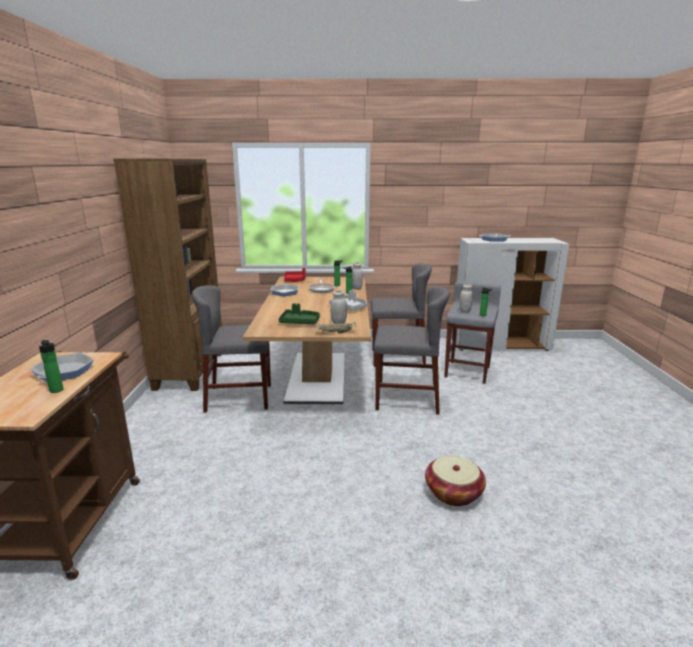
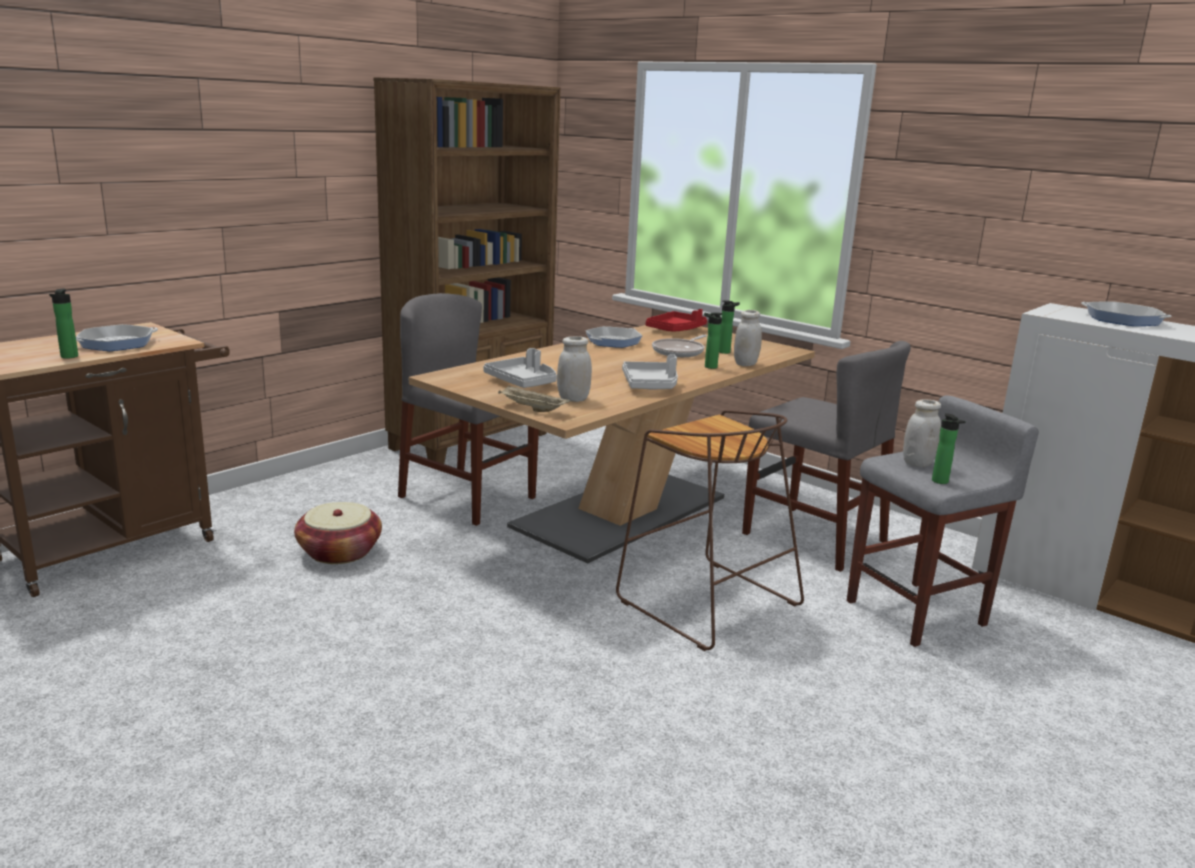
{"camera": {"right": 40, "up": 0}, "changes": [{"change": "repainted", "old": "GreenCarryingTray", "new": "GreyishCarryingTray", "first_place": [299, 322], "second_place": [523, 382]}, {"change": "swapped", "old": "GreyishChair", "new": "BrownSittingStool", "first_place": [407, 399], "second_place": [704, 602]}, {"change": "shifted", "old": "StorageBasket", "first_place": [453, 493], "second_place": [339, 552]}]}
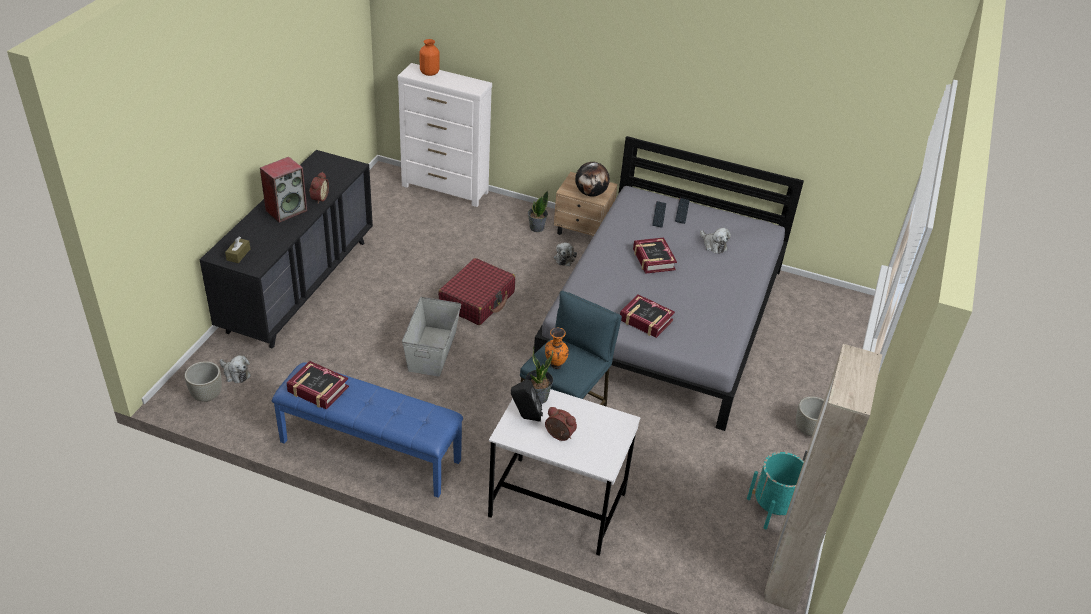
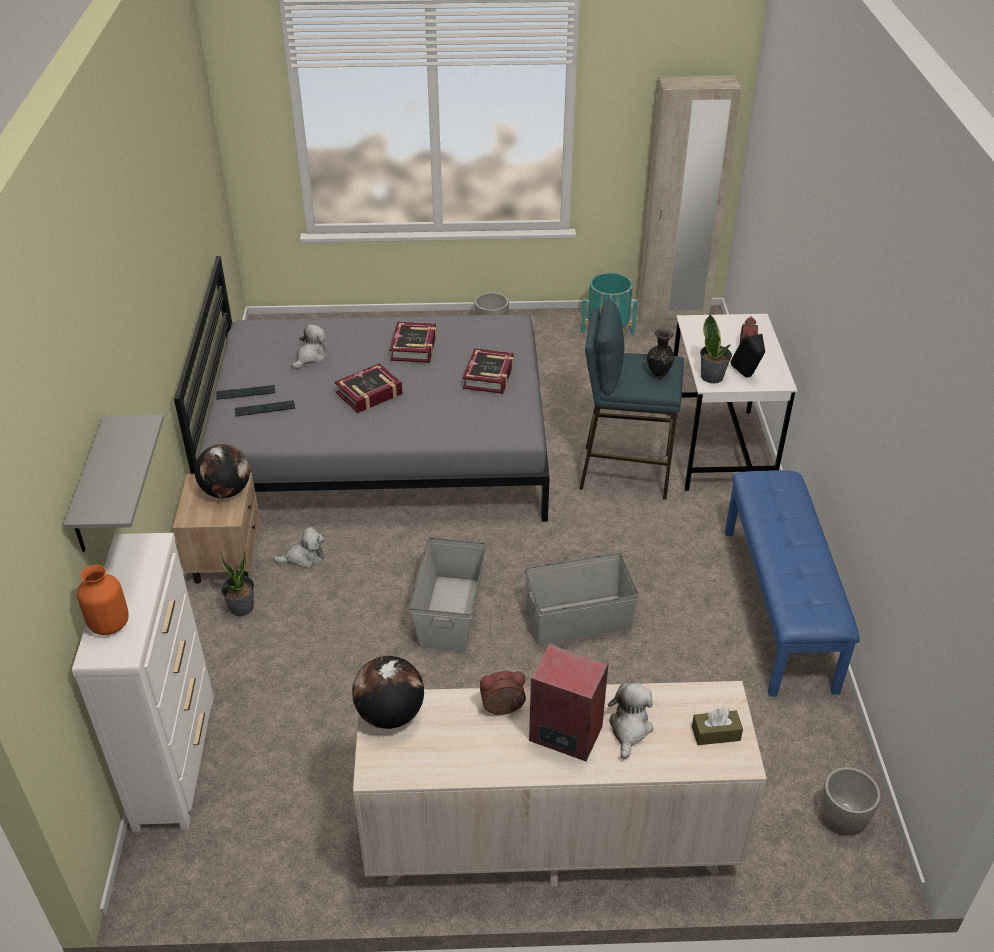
{"camera": {"right": -110, "up": 0}, "changes": [{"change": "repainted", "old": "BlackishDresser", "new": "BeigeDresser", "first_place": [299, 285], "second_place": [549, 838]}, {"change": "shifted", "old": "SoftToy", "first_place": [235, 374], "second_place": [629, 728]}, {"change": "shifted", "old": "BoundBook", "first_place": [318, 389], "second_place": [414, 347]}, {"change": "swapped", "old": "RedColouredSuitcase", "new": "GreyishStorageContainer", "first_place": [477, 300], "second_place": [449, 613]}, {"change": "repainted", "old": "OrangeyFlowerVase", "new": "BlackishFlowerVase", "first_place": [555, 365], "second_place": [659, 376]}, {"change": "new", "new": "GreyishShelf", "second_place": [90, 488]}, {"change": "new", "new": "Globe", "second_place": [390, 715]}]}
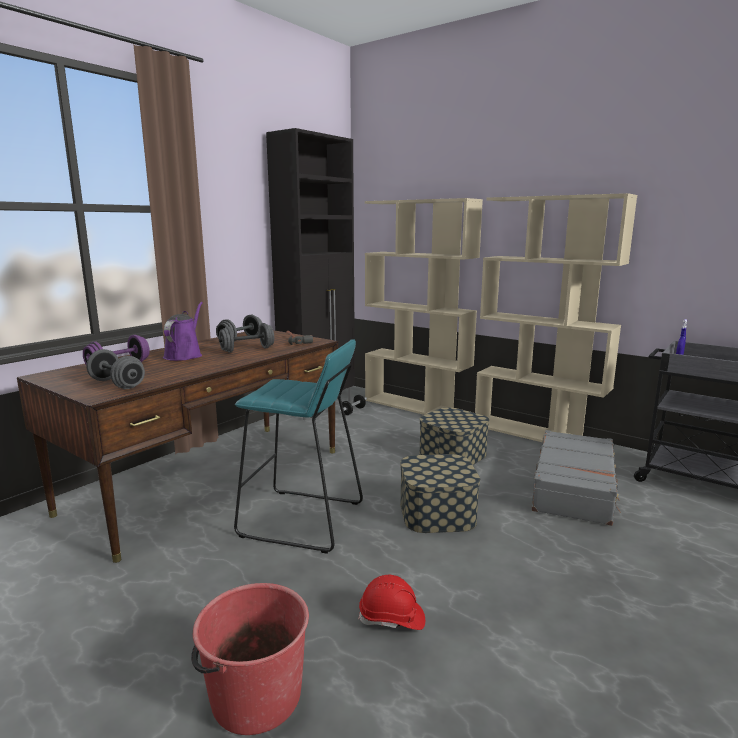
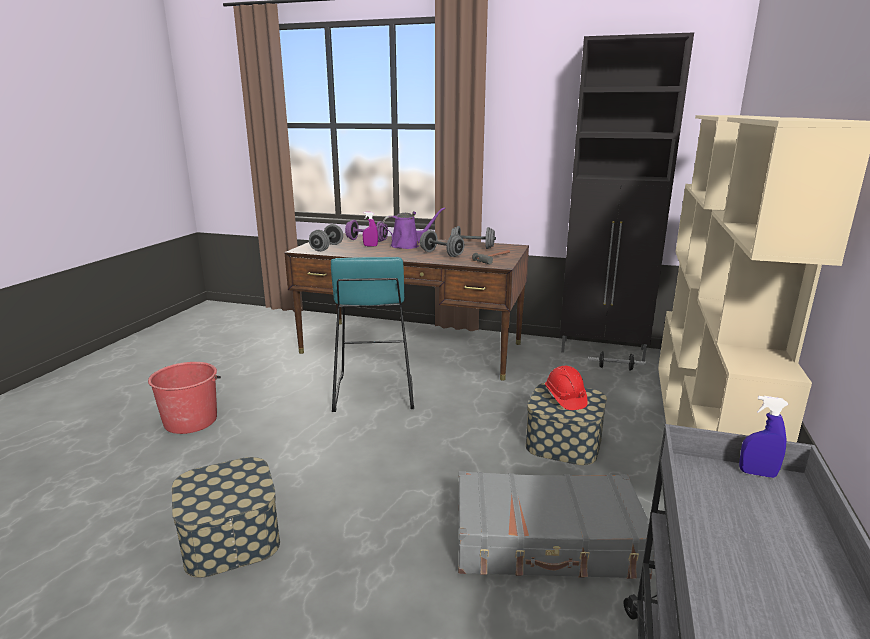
{"camera": {"right": 70, "up": 5}, "changes": [{"change": "shifted", "old": "RedColouredSafetyHelmet", "first_place": [392, 618], "second_place": [565, 398]}, {"change": "shifted", "old": "StorageContainer", "first_place": [437, 512], "second_place": [231, 538]}, {"change": "new", "new": "PurpleColouredHandSprayer", "second_place": [370, 246]}]}
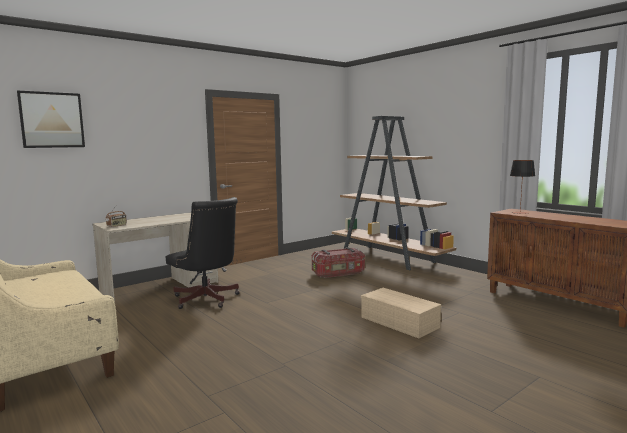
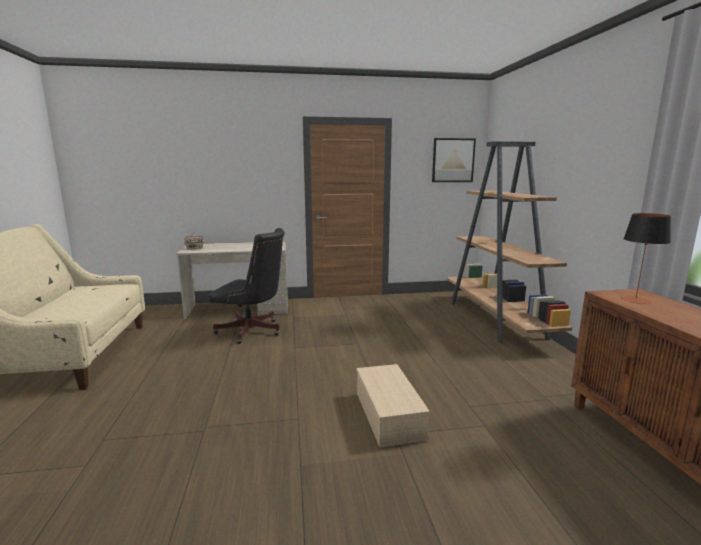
{"camera": {"right": 30, "up": 5}, "changes": [{"change": "shifted", "old": "WallArt", "first_place": [52, 120], "second_place": [453, 160]}, {"change": "rotated", "old": "BlackishDeskChair", "first_place": [207, 300], "second_place": [253, 331], "degrees": -60}, {"change": "gone", "old": "StorageContainer", "first_place": [338, 273]}]}
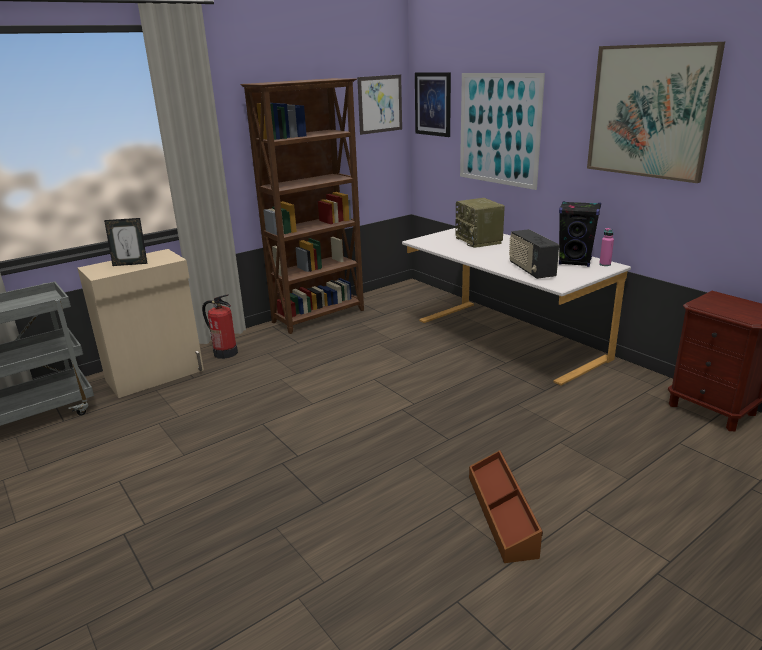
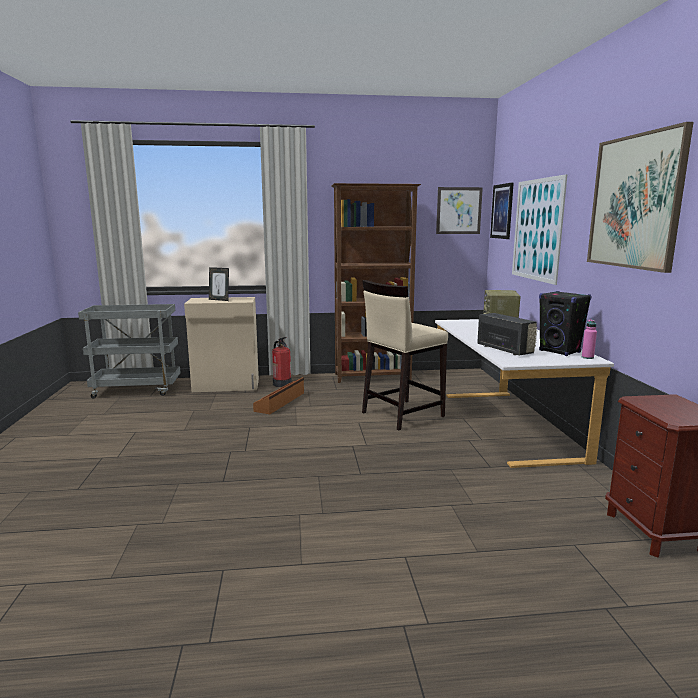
{"camera": {"right": 30, "up": -10}, "changes": [{"change": "shifted", "old": "BrownStorageContainer", "first_place": [503, 514], "second_place": [280, 402]}, {"change": "rotated", "old": "Radio", "first_place": [531, 270], "second_place": [505, 350], "degrees": 135}, {"change": "new", "new": "BeigeSittingStool", "second_place": [401, 414]}]}
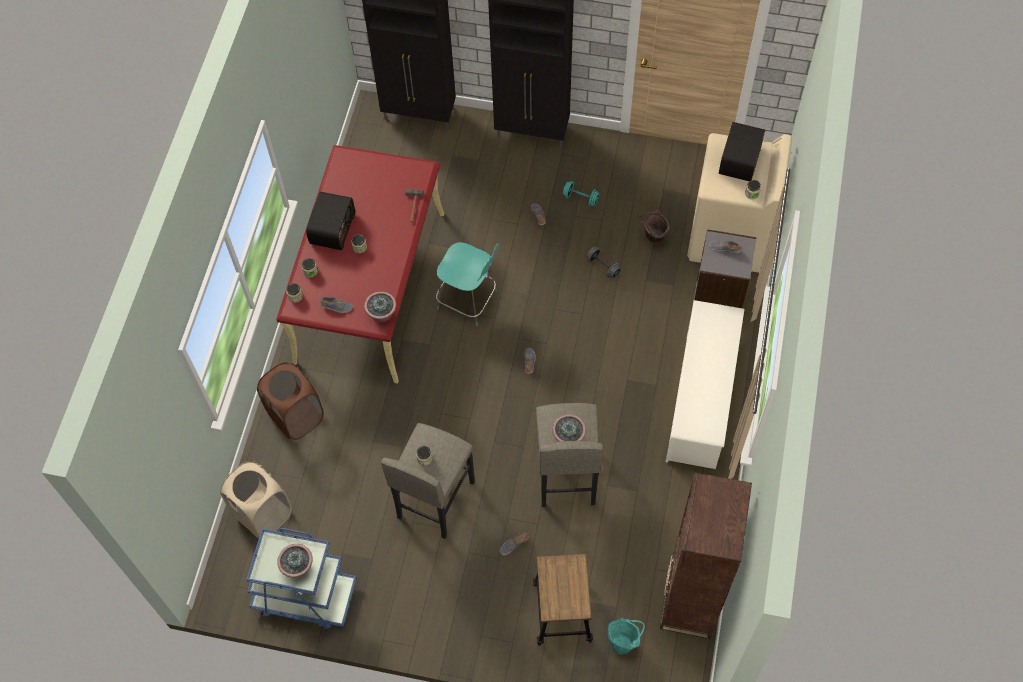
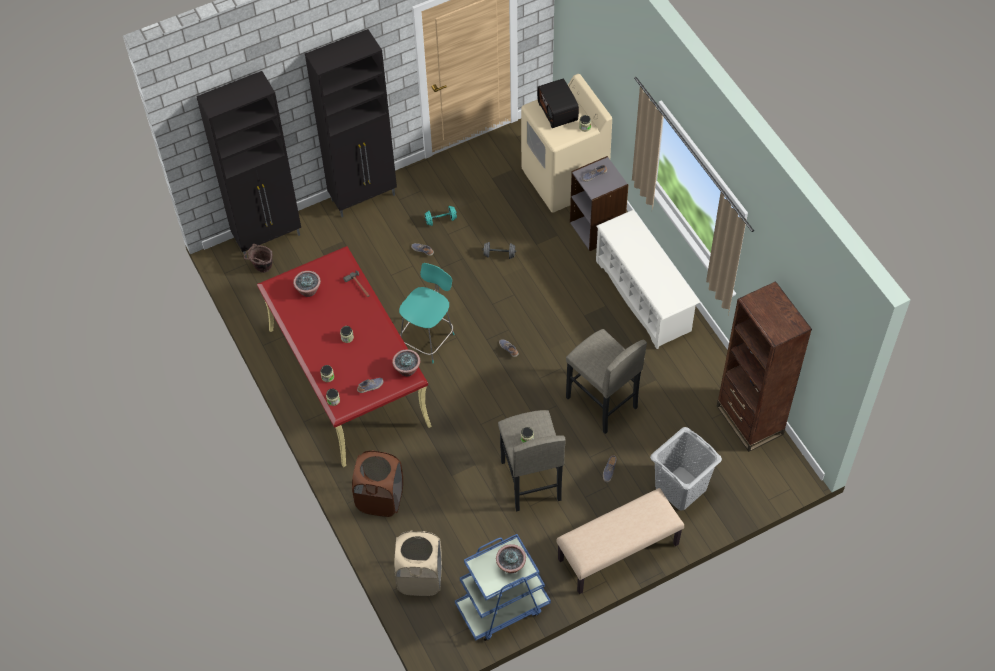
{"camera": {"right": -40, "up": -5}, "changes": [{"change": "gone", "old": "Radio", "first_place": [332, 229]}, {"change": "rotated", "old": "BlueGreenChair", "first_place": [469, 300], "second_place": [428, 338], "degrees": -45}, {"change": "swapped", "old": "SittingStool", "new": "GreyishHamper", "first_place": [562, 613], "second_place": [680, 488]}, {"change": "shifted", "old": "PlantInAPot", "first_place": [568, 437], "second_place": [308, 290]}, {"change": "gone", "old": "BlueGreenPail", "first_place": [624, 642]}, {"change": "shifted", "old": "BrownPail", "first_place": [652, 238], "second_place": [262, 269]}, {"change": "new", "new": "BeigeIndoorBench", "second_place": [618, 553]}]}
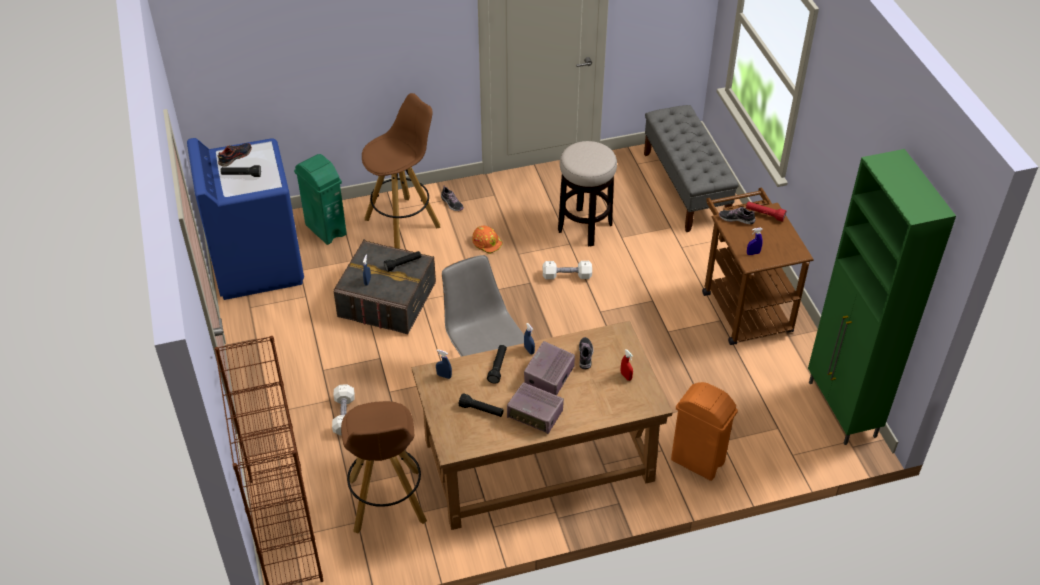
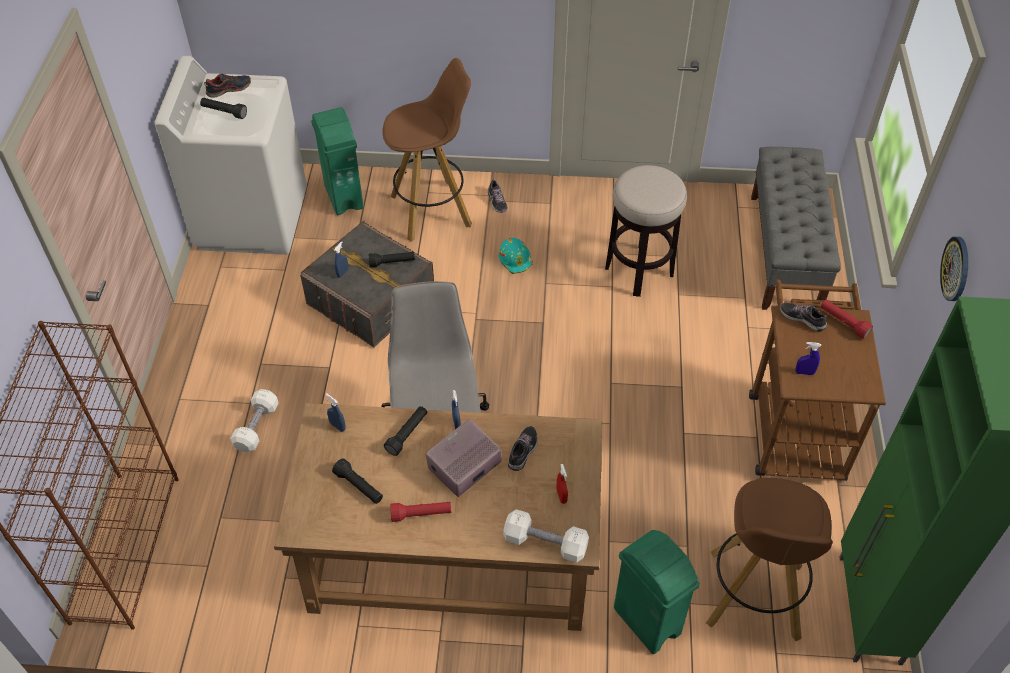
{"camera": {"right": 20, "up": 5}, "changes": [{"change": "repainted", "old": "BlueColouredLaundryAppliance", "new": "WhiteLaundryAppliance", "first_place": [257, 264], "second_place": [252, 218]}, {"change": "shifted", "old": "BrownSittingStool", "first_place": [387, 502], "second_place": [754, 597]}, {"change": "repainted", "old": "OrangeySafetyHelmet", "new": "BlueGreenSafetyHelmet", "first_place": [487, 243], "second_place": [516, 259]}, {"change": "swapped", "old": "Radio", "new": "RedColouredHandTorch", "first_place": [535, 415], "second_place": [421, 514]}, {"change": "shifted", "old": "WhiteHandWeight", "first_place": [567, 276], "second_place": [545, 543]}, {"change": "repainted", "old": "OrangeyWasteBin", "new": "GreenWasteBin", "first_place": [698, 462], "second_place": [647, 622]}, {"change": "new", "new": "HangingClock", "second_place": [956, 269]}]}
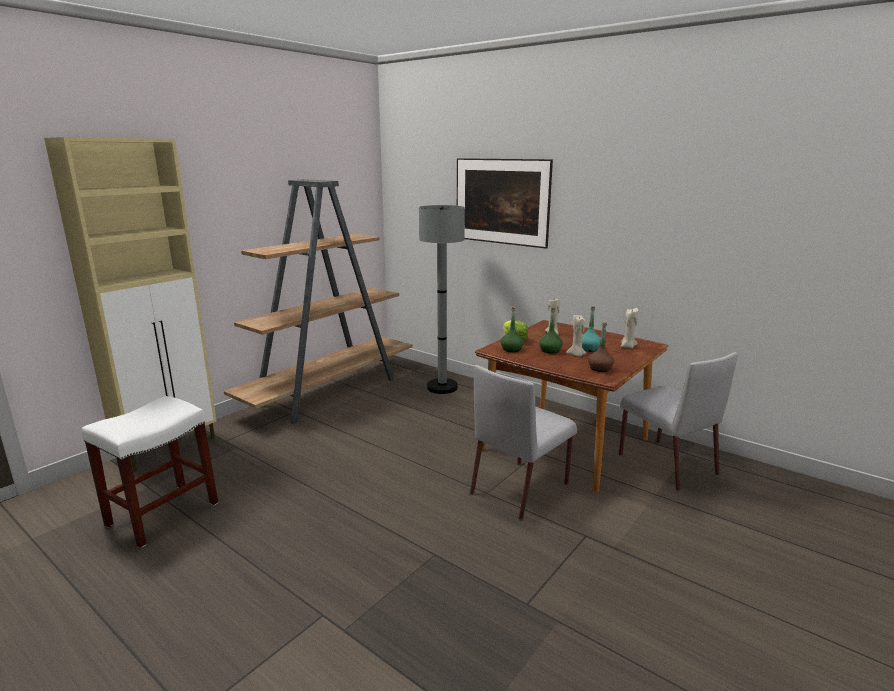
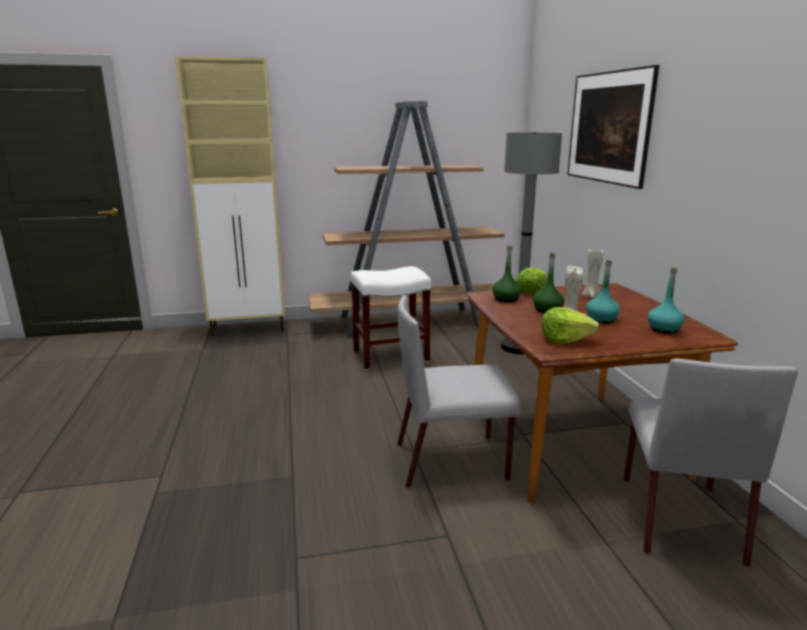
{"camera": {"right": 40, "up": 0}, "changes": [{"change": "shifted", "old": "WhiteSittingStool", "first_place": [163, 513], "second_place": [391, 355]}, {"change": "swapped", "old": "BrownBeverageBottle", "new": "Lettuce", "first_place": [600, 368], "second_place": [565, 339]}, {"change": "swapped", "old": "BeigeWaxCandle", "new": "BlueGreenBeverageBottle", "first_place": [627, 346], "second_place": [664, 329]}]}
